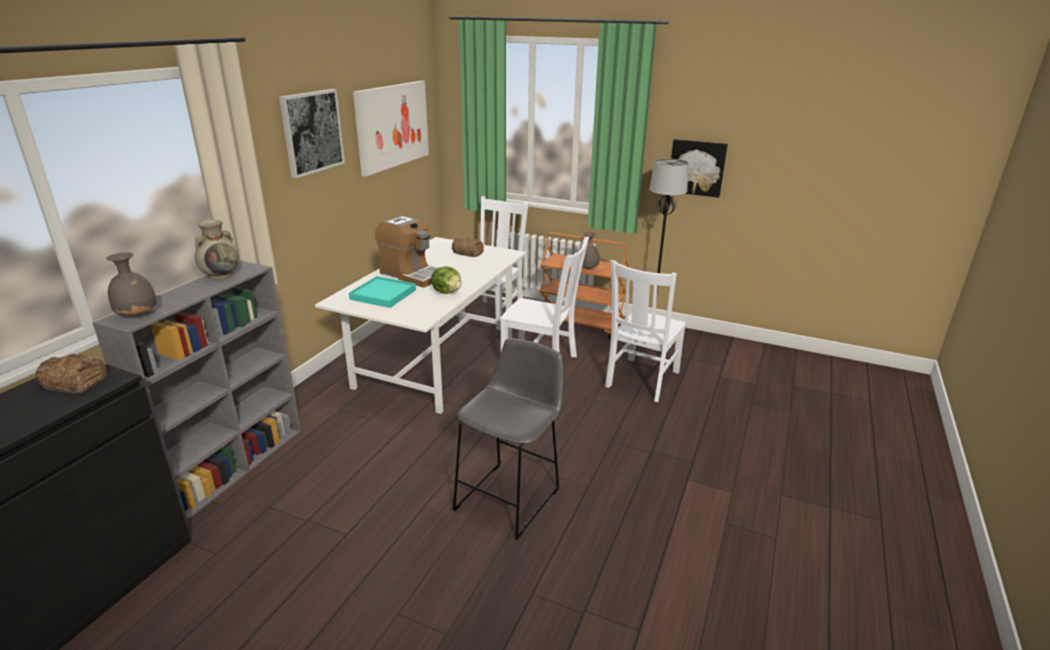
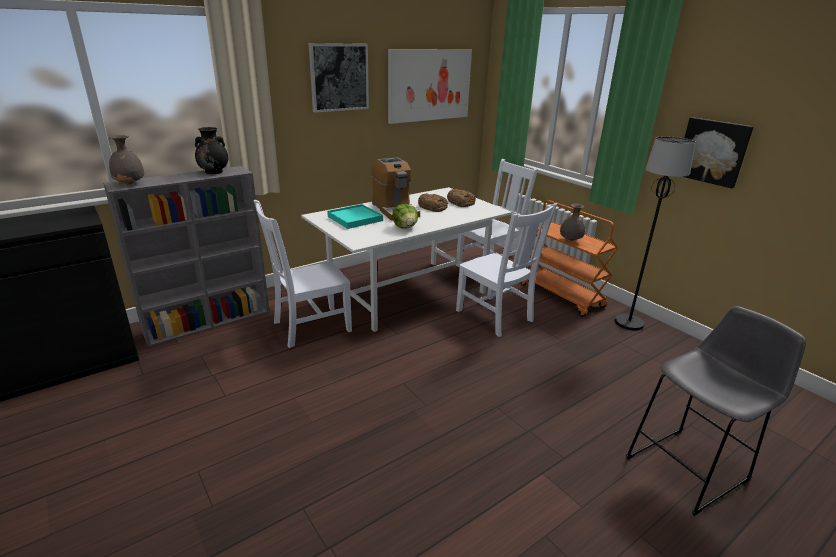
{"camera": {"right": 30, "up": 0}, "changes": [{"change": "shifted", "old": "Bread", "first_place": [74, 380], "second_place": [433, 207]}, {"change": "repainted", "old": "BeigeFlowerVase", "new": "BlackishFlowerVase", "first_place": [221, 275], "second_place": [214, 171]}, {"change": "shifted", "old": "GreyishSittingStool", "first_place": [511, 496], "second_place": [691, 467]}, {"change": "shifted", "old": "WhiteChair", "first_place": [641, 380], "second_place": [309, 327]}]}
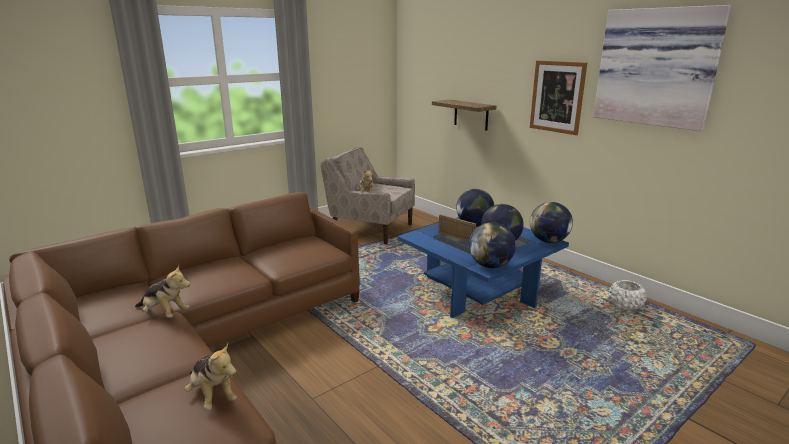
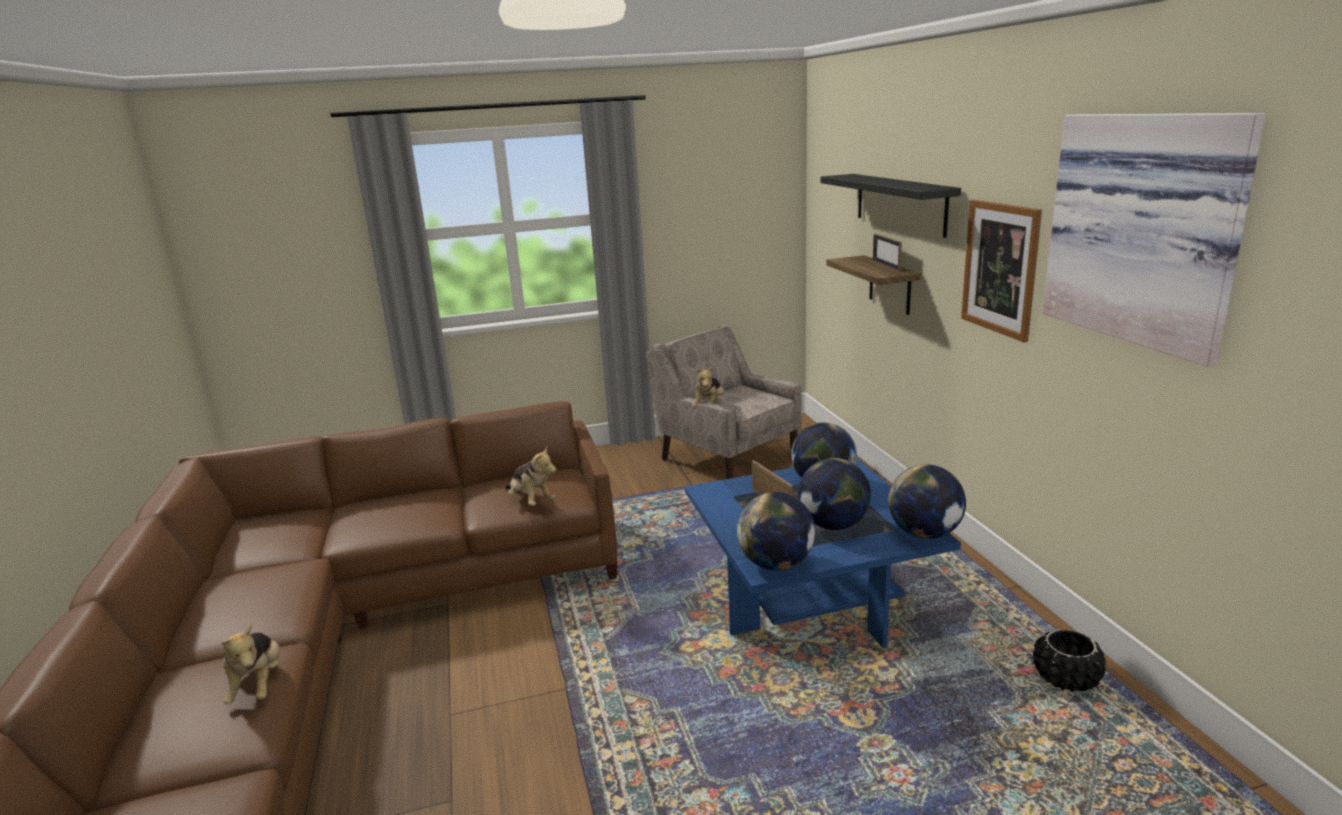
{"camera": {"right": 25, "up": 0}, "changes": [{"change": "shifted", "old": "SoftToy", "first_place": [164, 313], "second_place": [531, 501]}, {"change": "repainted", "old": "WhiteFlowerPot", "new": "BlackishFlowerPot", "first_place": [625, 305], "second_place": [1066, 679]}, {"change": "new", "new": "BlackishShelf", "second_place": [900, 203]}, {"change": "new", "new": "PhotoFrame", "second_place": [886, 265]}]}
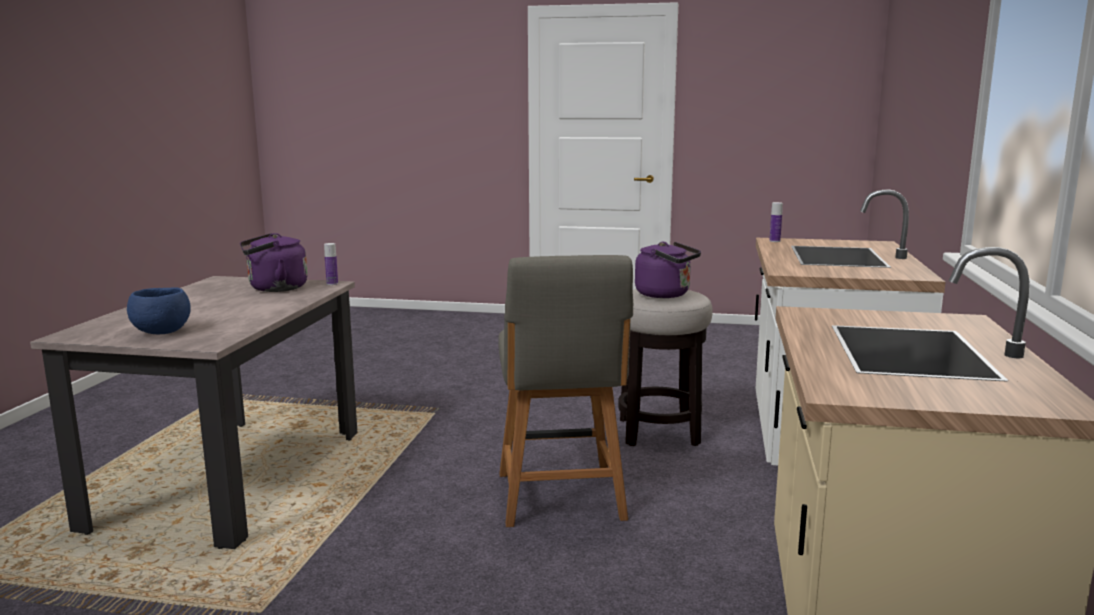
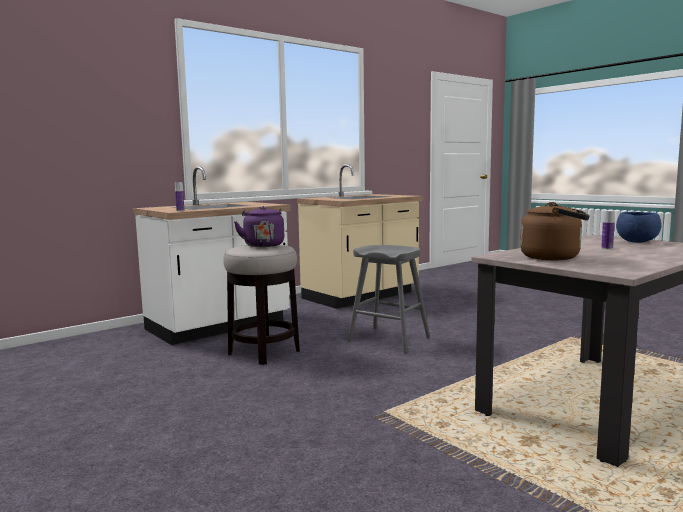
{"camera": {"right": -140, "up": -5}, "changes": [{"change": "repainted", "old": "PurpleColouredWaterKettle", "new": "BrownWaterKettle", "first_place": [274, 288], "second_place": [554, 257]}, {"change": "shifted", "old": "BeverageBottle", "first_place": [332, 284], "second_place": [607, 248]}, {"change": "swapped", "old": "GreyishChair", "new": "GreyishSittingStool", "first_place": [560, 499], "second_place": [388, 340]}]}
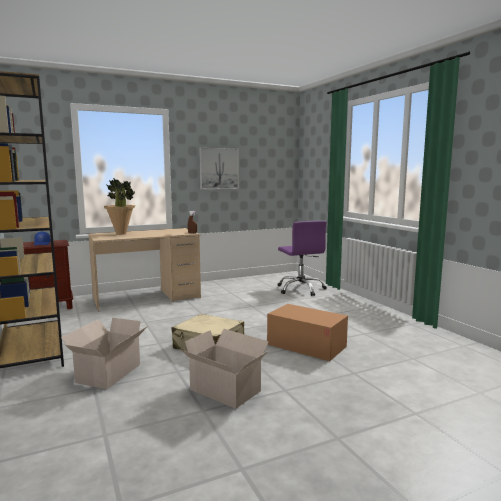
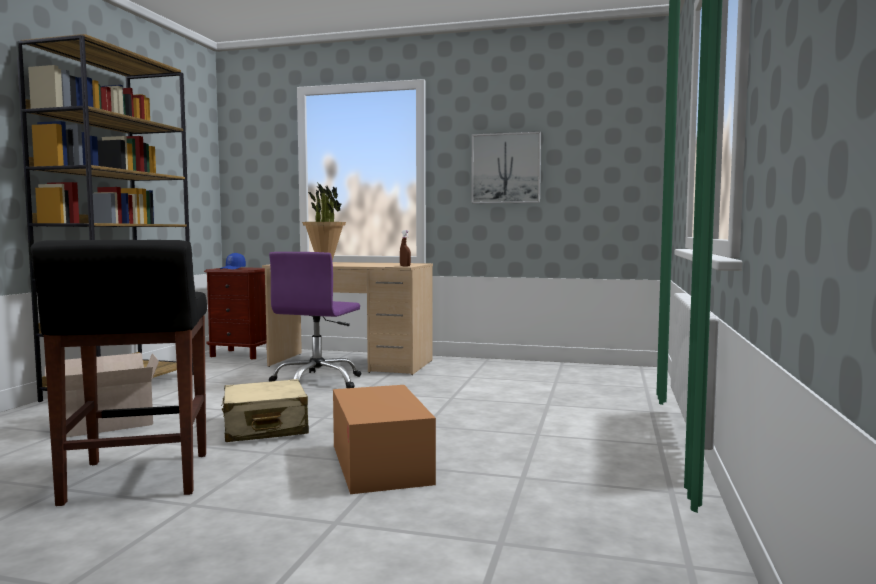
{"camera": {"right": 40, "up": -5}, "changes": [{"change": "swapped", "old": "Carton", "new": "BlackishSittingStool", "first_place": [226, 391], "second_place": [137, 479]}, {"change": "shifted", "old": "PurpleColouredDeskChair", "first_place": [301, 289], "second_place": [317, 382]}]}
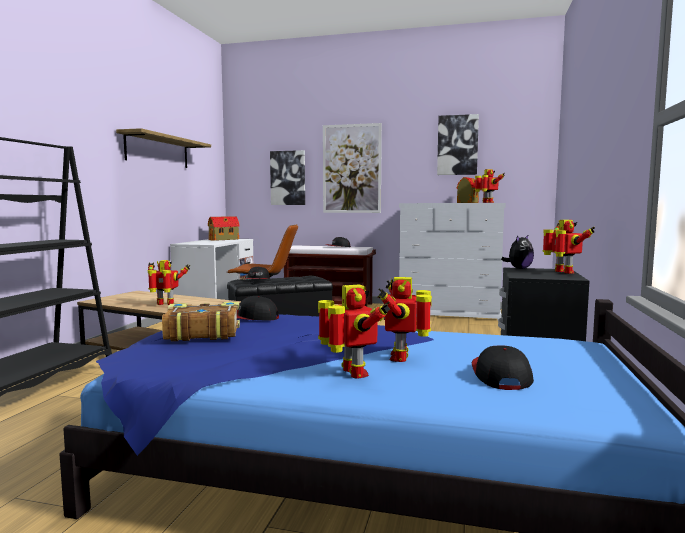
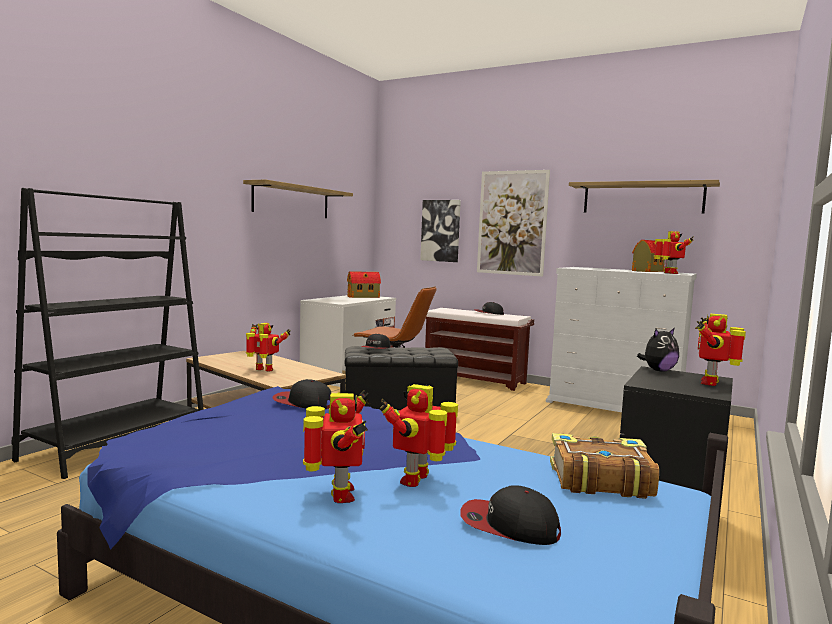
{"camera": {"right": 15, "up": 0}, "changes": [{"change": "shifted", "old": "BoundBook", "first_place": [201, 333], "second_place": [598, 480]}, {"change": "swapped", "old": "WallArt", "new": "Shelf", "first_place": [457, 145], "second_place": [642, 198]}, {"change": "rotated", "old": "Cap", "first_place": [500, 375], "second_place": [509, 526], "degrees": -90}, {"change": "rotated", "old": "ToyRobot", "first_place": [563, 272], "second_place": [712, 383], "degrees": -150}]}
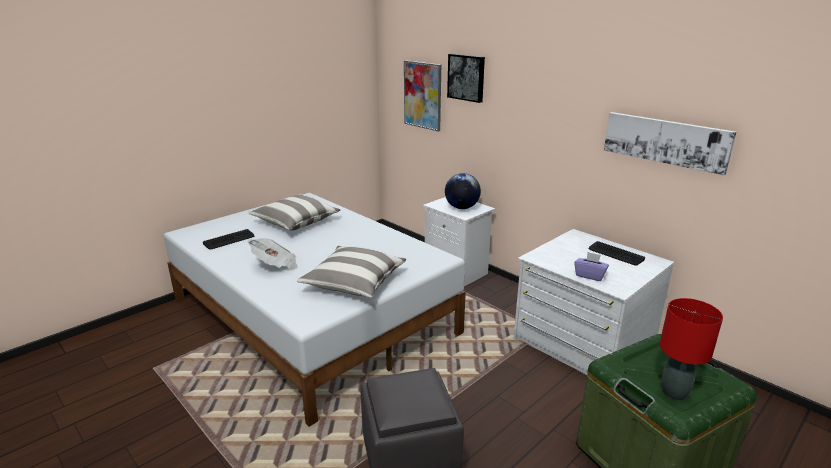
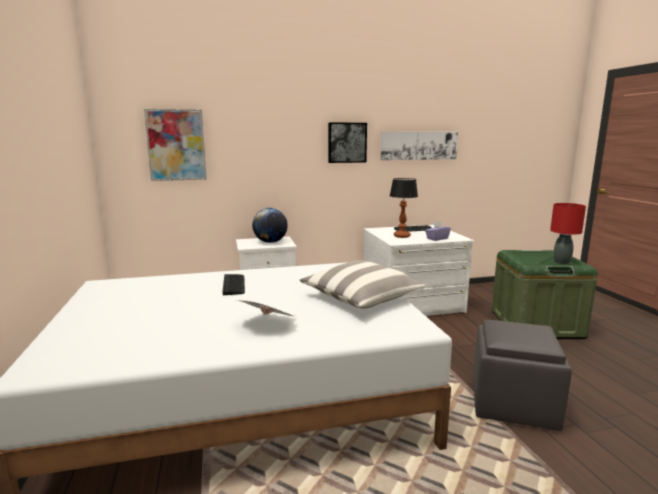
{"camera": {"right": -60, "up": -10}, "changes": [{"change": "shifted", "old": "PcKeyboard", "first_place": [229, 240], "second_place": [234, 285]}, {"change": "gone", "old": "Cushion", "first_place": [295, 222]}, {"change": "shifted", "old": "WallArt", "first_place": [467, 77], "second_place": [346, 142]}, {"change": "new", "new": "LampForATable", "second_place": [401, 236]}]}
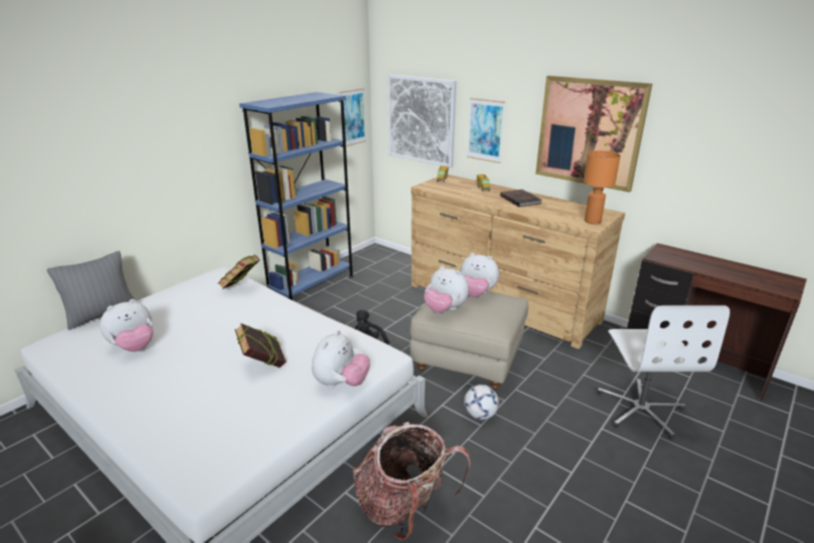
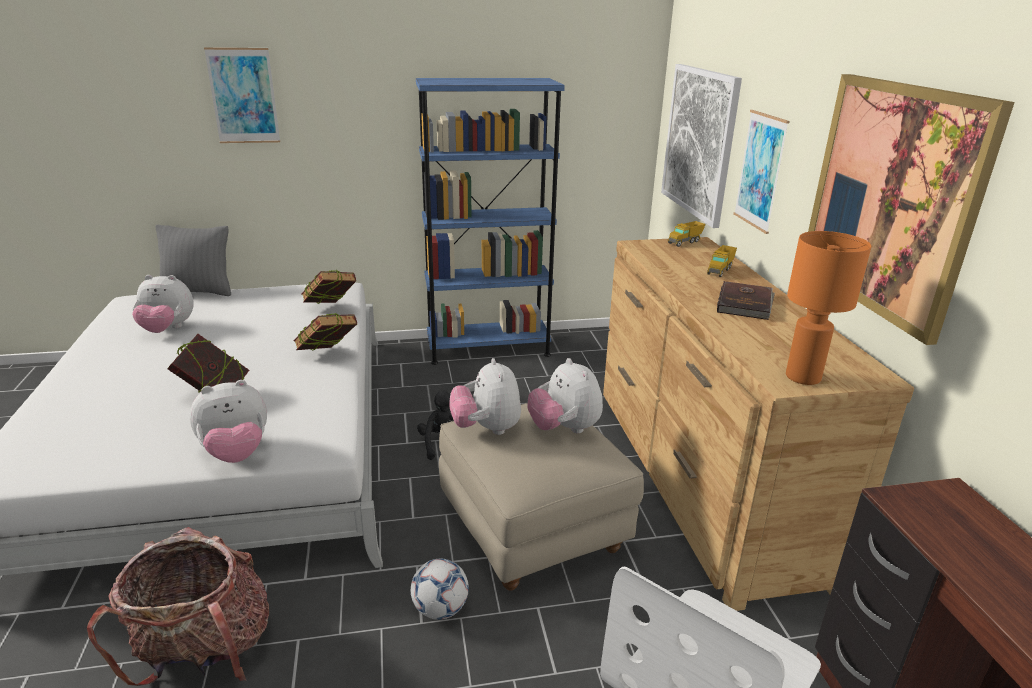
{"camera": {"right": 40, "up": 0}, "changes": [{"change": "shifted", "old": "WallArt", "first_place": [352, 117], "second_place": [243, 96]}, {"change": "new", "new": "BoundBook", "second_place": [328, 356]}]}
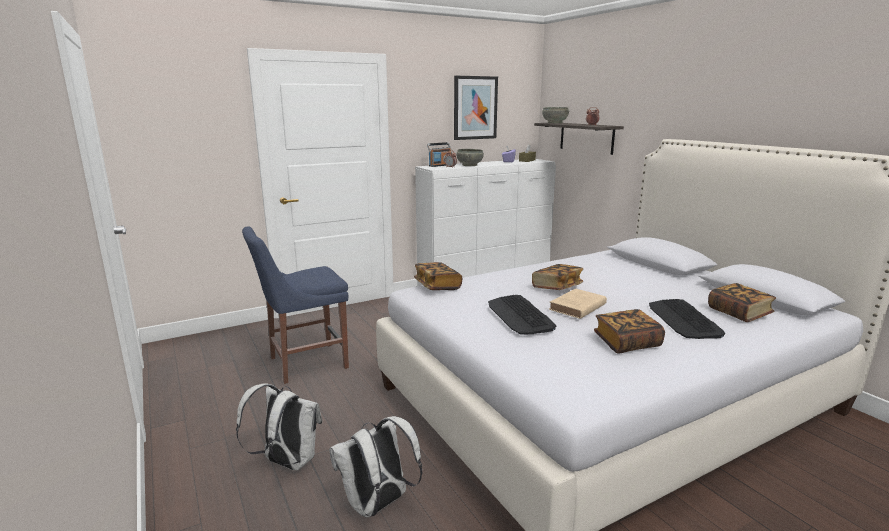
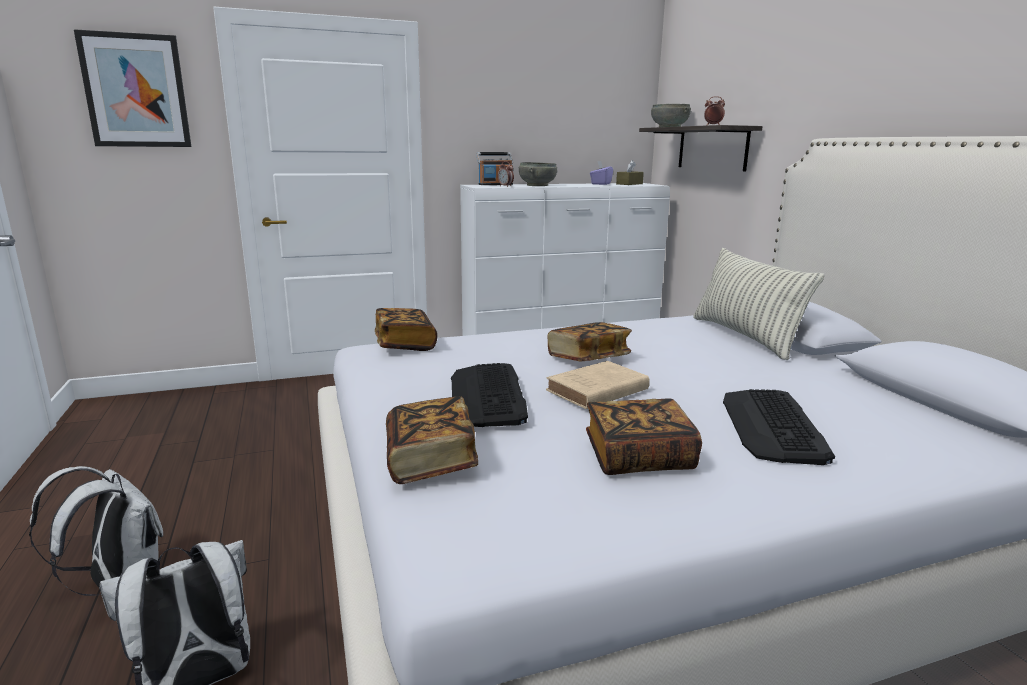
{"camera": {"right": 10, "up": 0}, "changes": [{"change": "gone", "old": "BlueColouredChair", "first_place": [304, 363]}, {"change": "shifted", "old": "WallArt", "first_place": [475, 108], "second_place": [136, 91]}, {"change": "shifted", "old": "BoundBook", "first_place": [739, 313], "second_place": [431, 461]}, {"change": "new", "new": "Cushion", "second_place": [744, 336]}]}
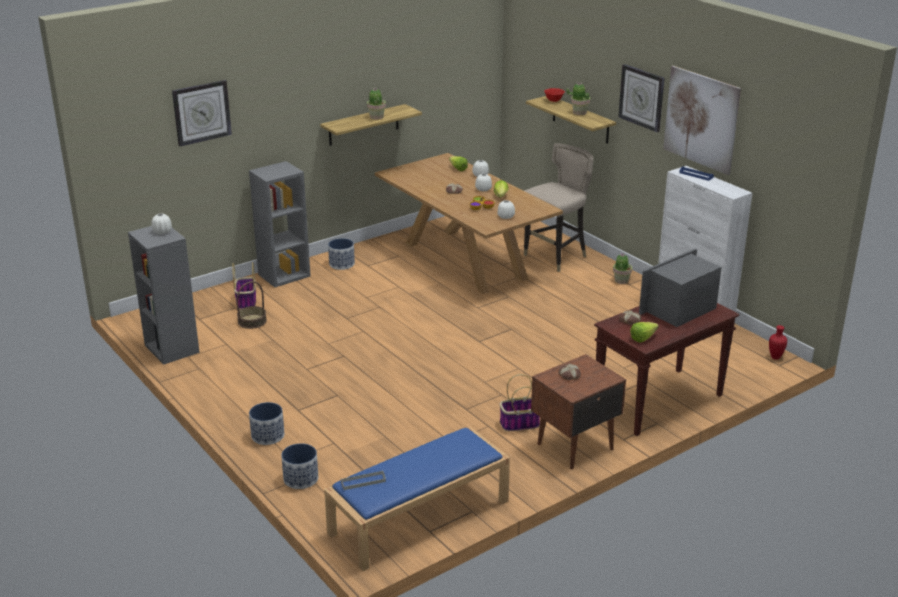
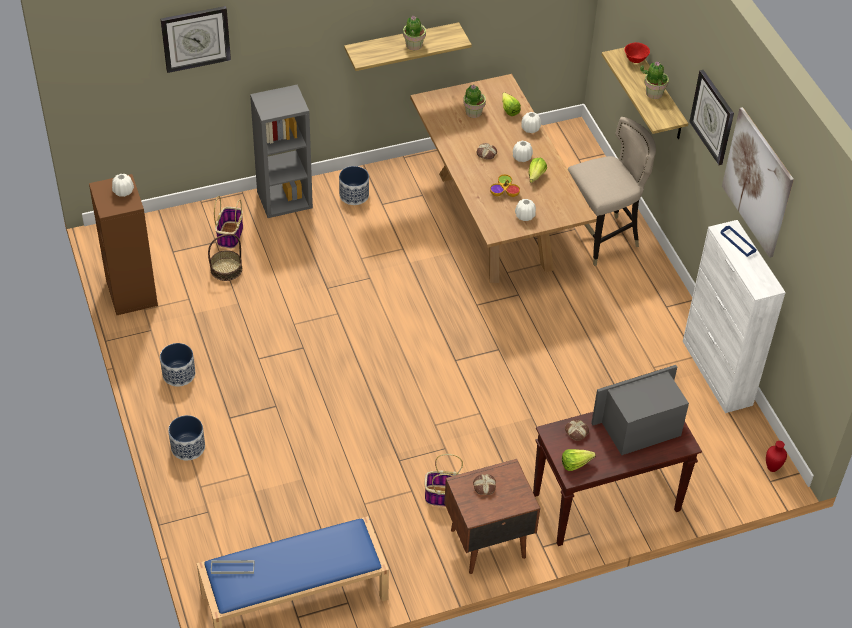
{"camera": {"right": 15, "up": 20}, "changes": [{"change": "repainted", "old": "GreyishBookcase", "new": "BrownBookcase", "first_place": [171, 349], "second_place": [131, 292]}, {"change": "shifted", "old": "FlowerPot", "first_place": [300, 479], "second_place": [178, 374]}, {"change": "shifted", "old": "PlantInAPot", "first_place": [621, 280], "second_place": [473, 112]}]}
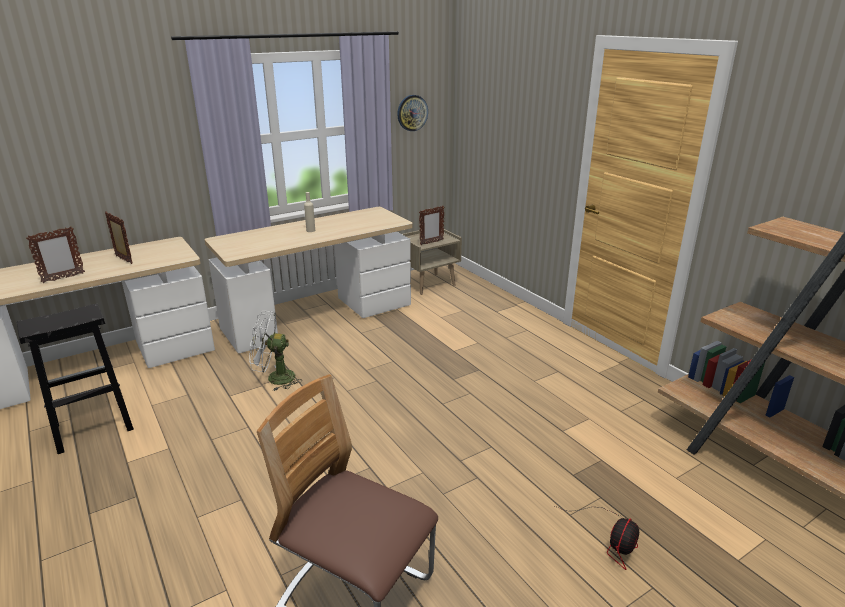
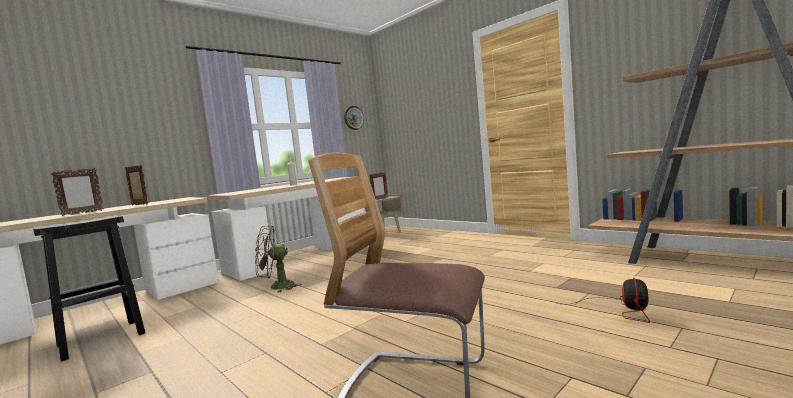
{"camera": {"right": -10, "up": -20}, "changes": [{"change": "repainted", "old": "WhiteCoolingFan", "new": "BrownCoolingFan", "first_place": [274, 378], "second_place": [276, 287]}]}
